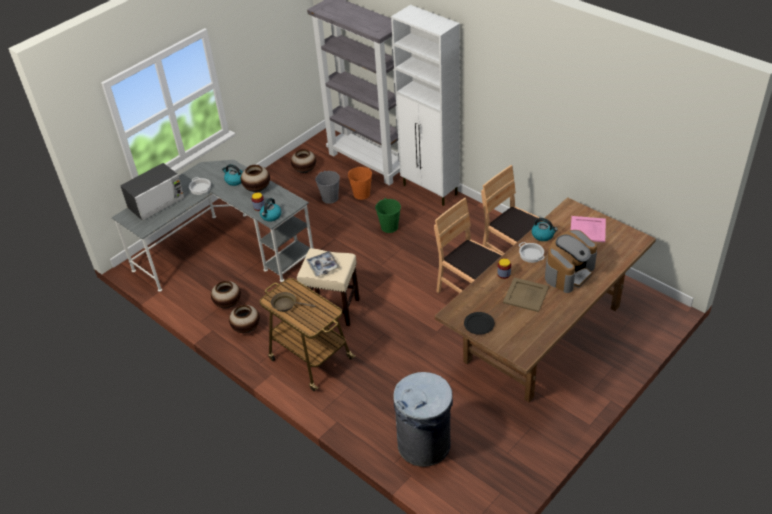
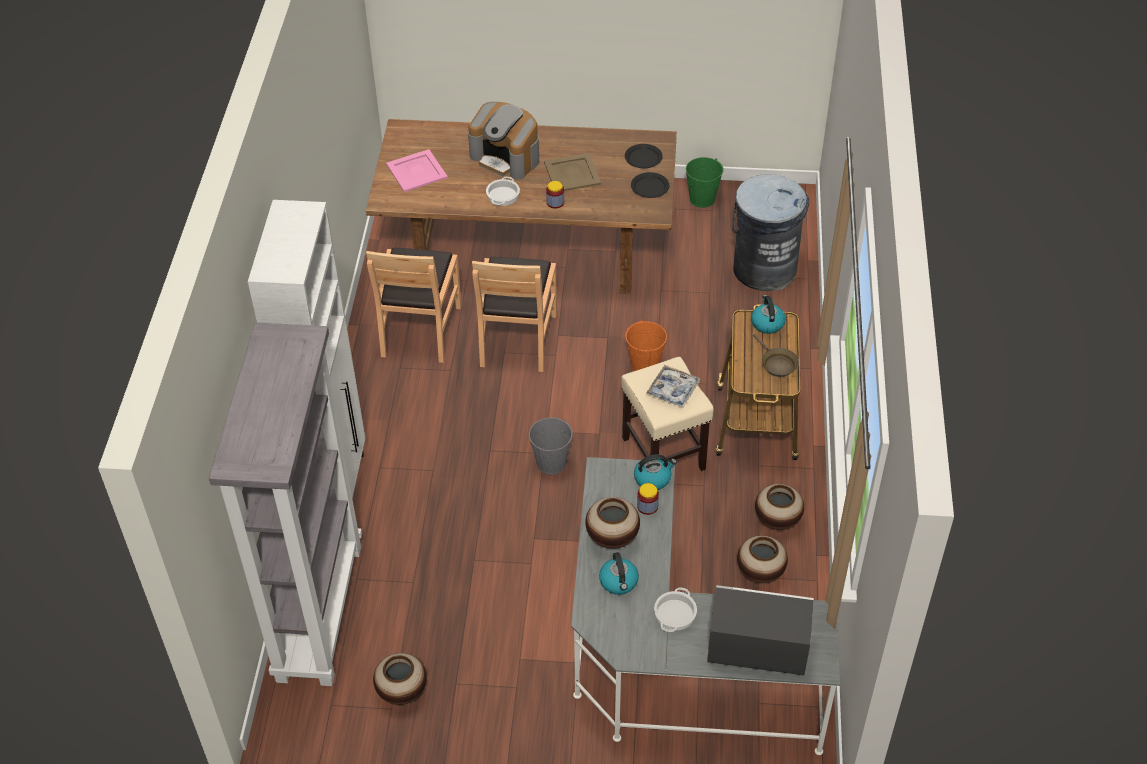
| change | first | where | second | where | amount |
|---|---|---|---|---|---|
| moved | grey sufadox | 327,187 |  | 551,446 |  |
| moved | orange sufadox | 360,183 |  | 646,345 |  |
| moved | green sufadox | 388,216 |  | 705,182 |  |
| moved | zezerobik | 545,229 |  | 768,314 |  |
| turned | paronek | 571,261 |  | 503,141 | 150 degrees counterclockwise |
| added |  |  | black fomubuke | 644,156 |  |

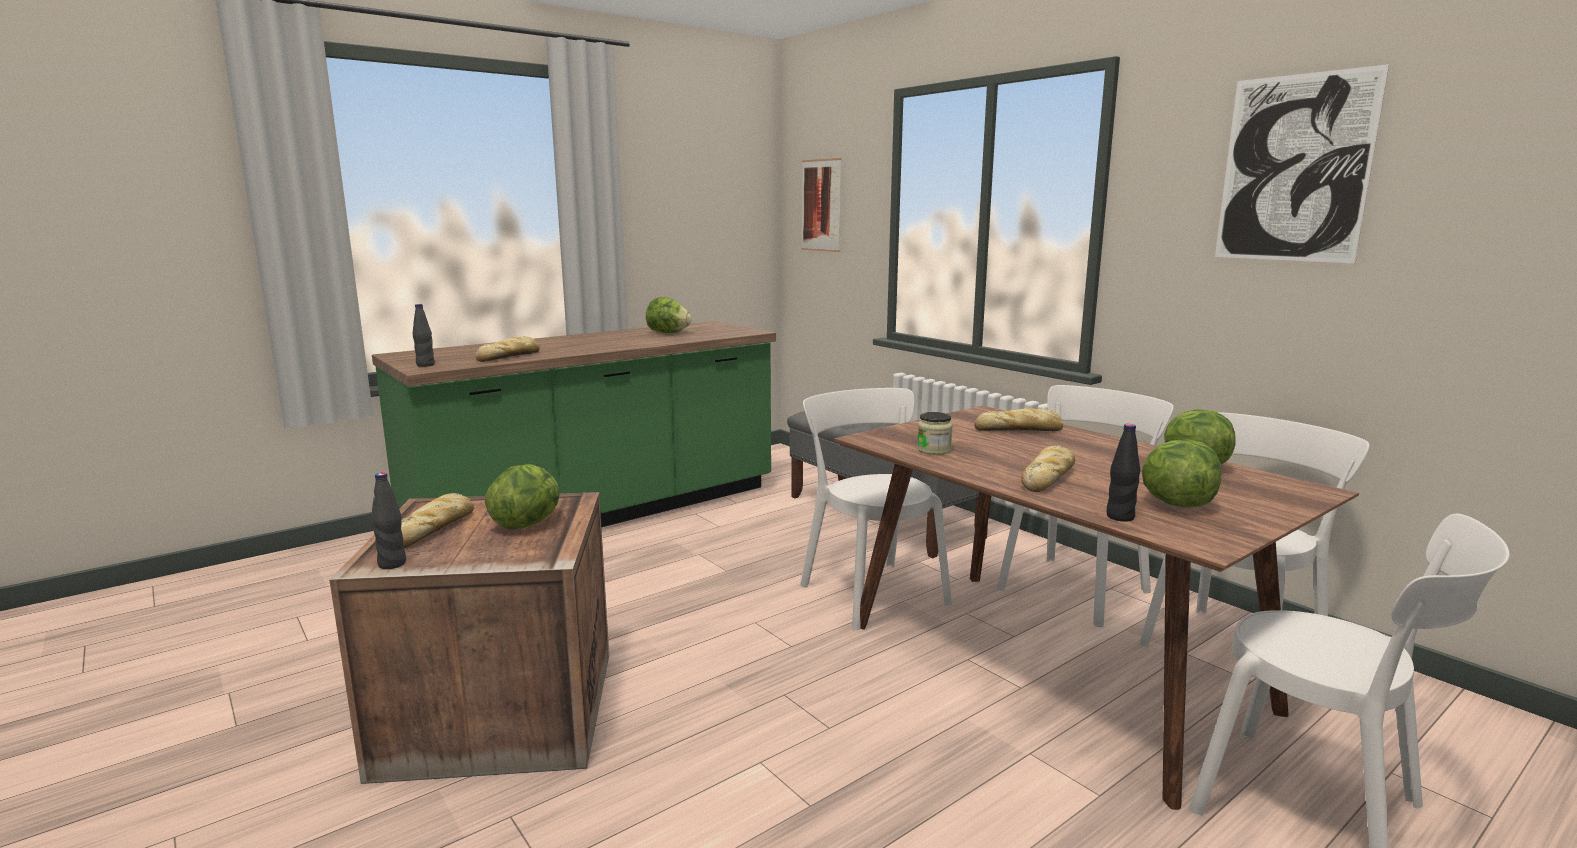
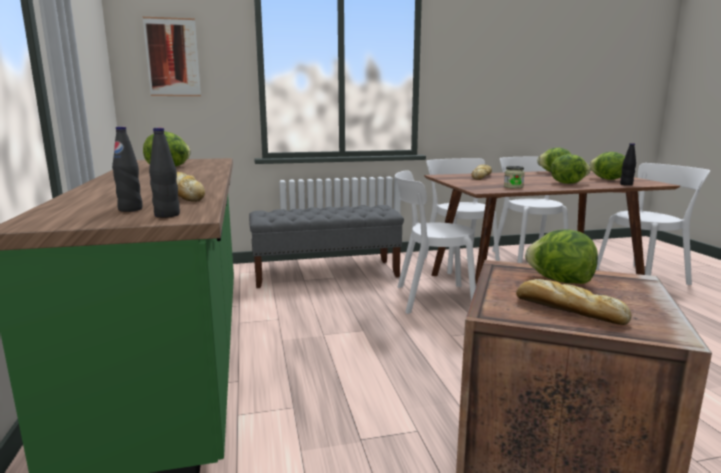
| change | first | where | second | where | amount |
|---|---|---|---|---|---|
| moved | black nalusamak | 388,520 |  | 127,169 |  |
| replaced | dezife | 1048,469 | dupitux | 571,169 |  |
| removed | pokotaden | 1302,163 |  |  |  |

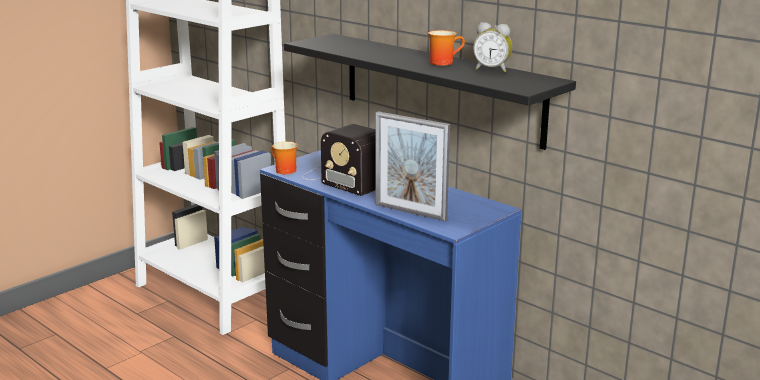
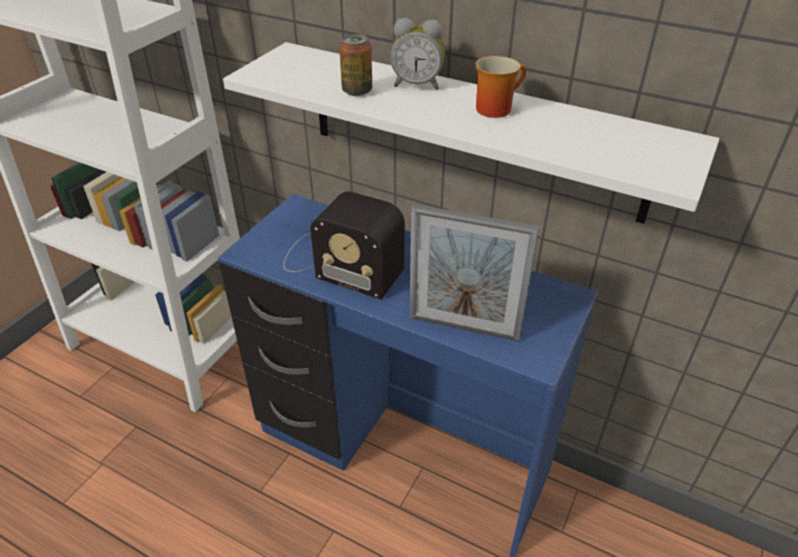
| change | first | where | second | where | amount |
|---|---|---|---|---|---|
| removed | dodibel | 284,158 |  |  |  |
| recoloured | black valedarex | 430,92 | white valedarex | 471,133 |  |
| moved | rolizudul | 492,47 |  | 417,54 |  |
| added |  |  | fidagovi | 355,65 |  |

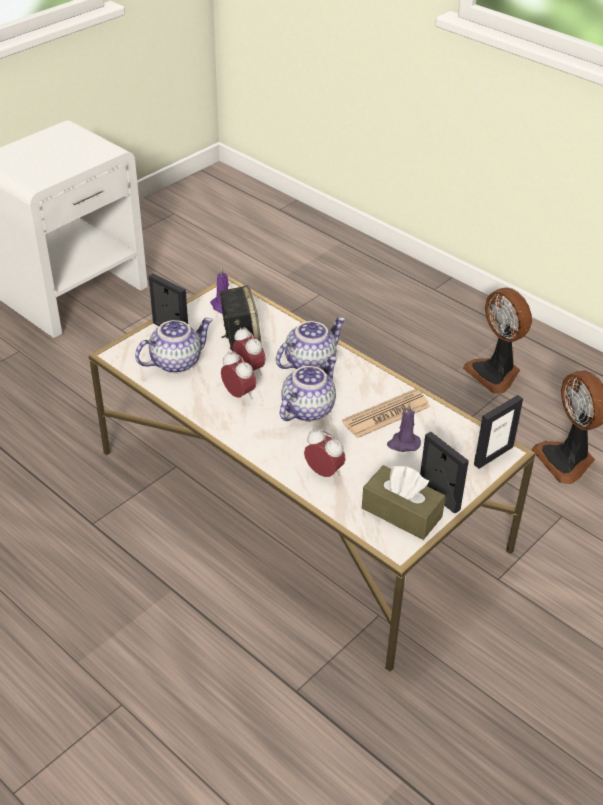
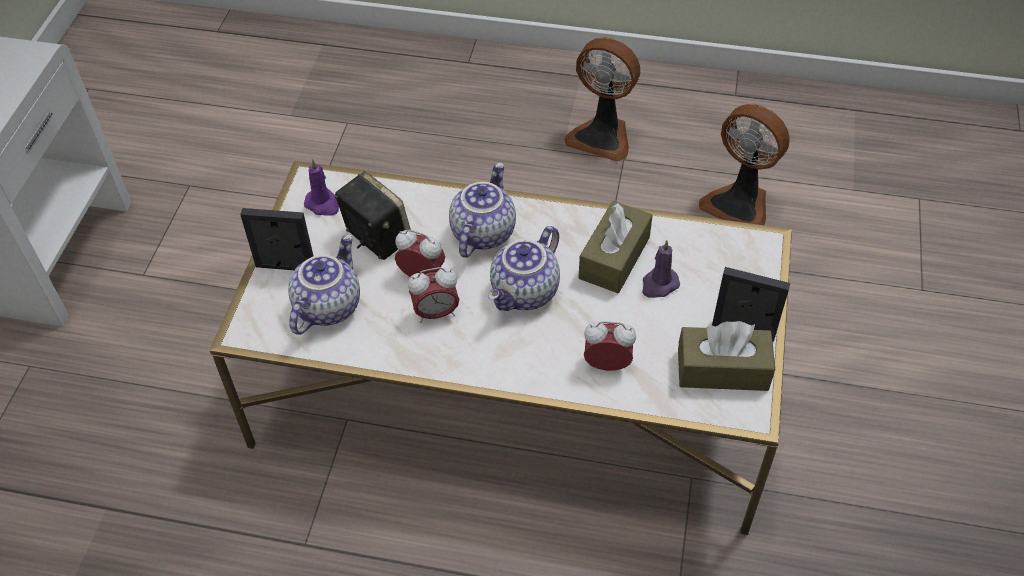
| change | first | where | second | where | amount |
|---|---|---|---|---|---|
| turned | rolizudul | 238,375 |  | 433,295 | 150 degrees clockwise |
| turned | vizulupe | 308,388 |  | 524,268 | 150 degrees counterclockwise |
| replaced | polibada | 386,413 | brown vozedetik | 615,247 |  |
| removed | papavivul | 498,432 |  |  |  |

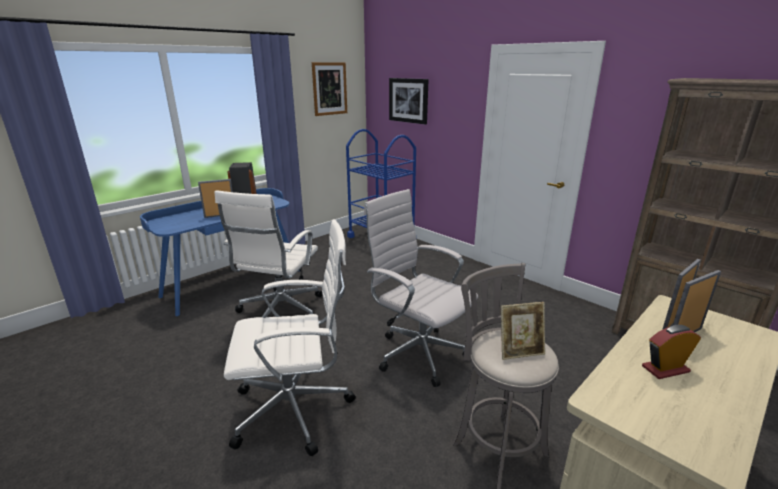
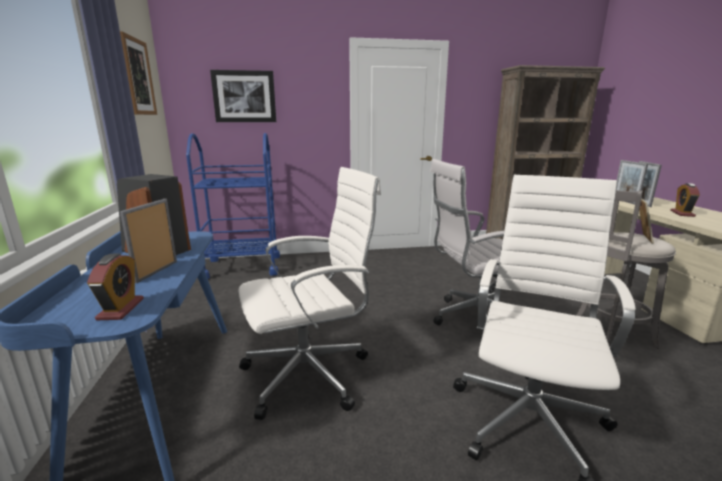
| change | first | where | second | where | amount |
|---|---|---|---|---|---|
| turned | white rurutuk | 268,255 |  | 309,293 | 75 degrees counterclockwise |
| added |  |  | rolizudul | 115,286 |  |

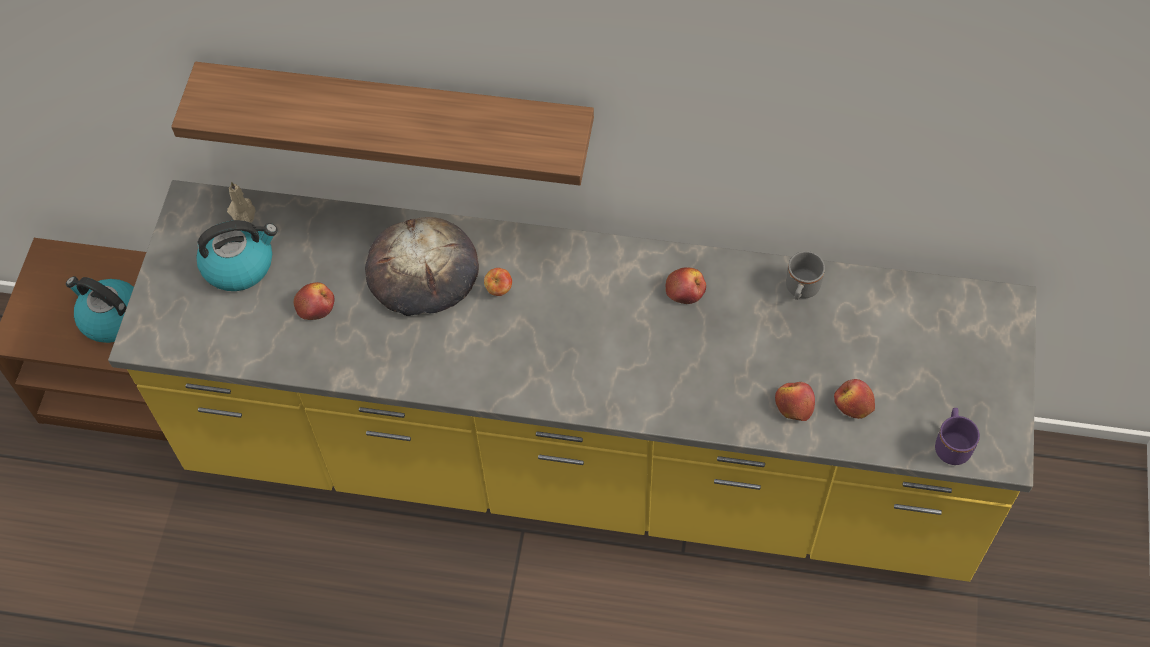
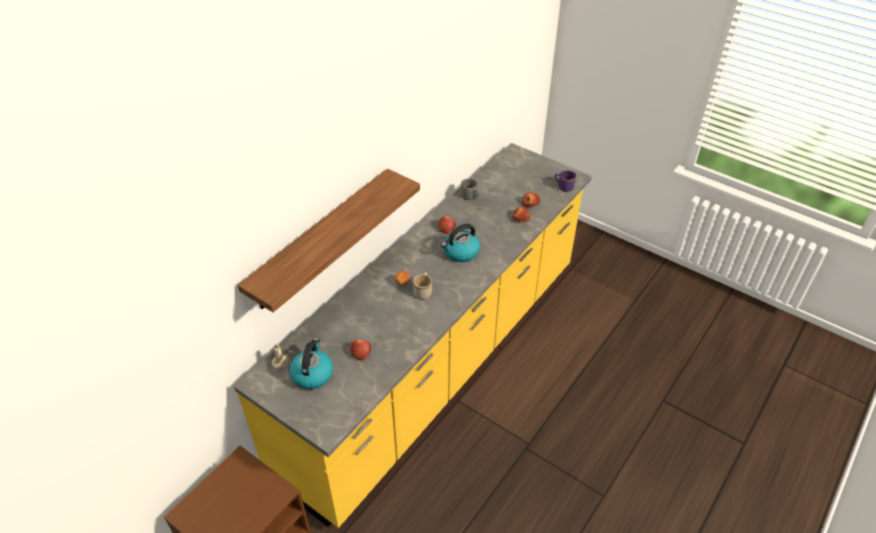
| change | first | where | second | where | amount |
|---|---|---|---|---|---|
| moved | zezerobik | 100,309 |  | 460,243 |  |
| removed | dezife | 422,266 |  |  |  |
| added |  |  | beige dodibel | 422,285 |  |

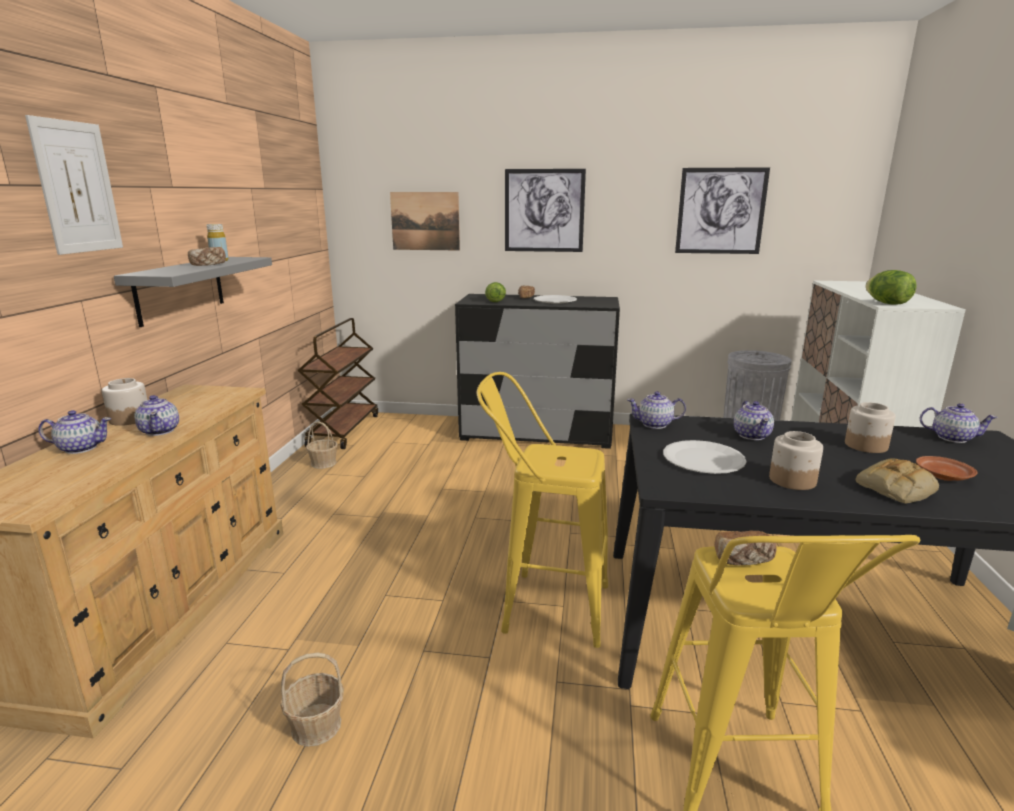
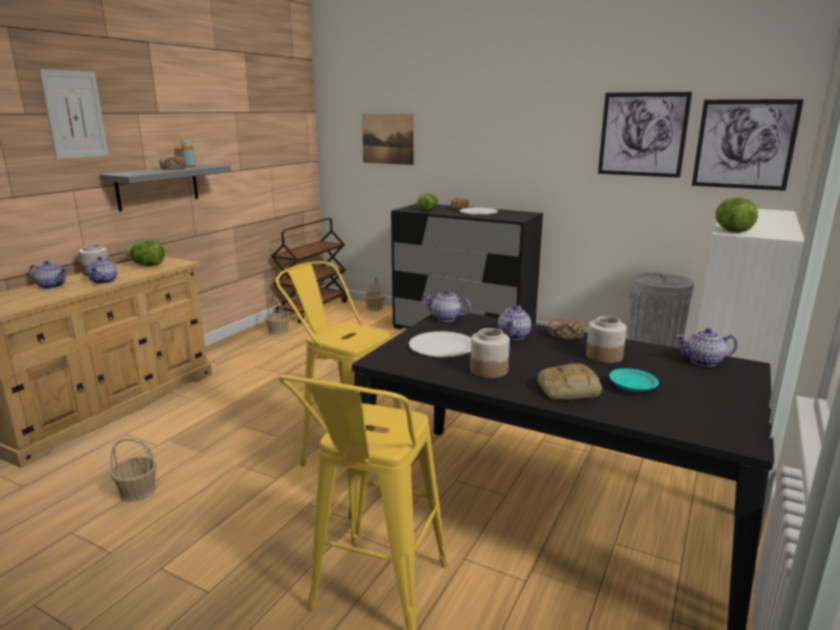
| change | first | where | second | where | amount |
|---|---|---|---|---|---|
| moved | pokotaden | 545,210 |  | 748,145 |  |
| moved | dezife | 745,547 |  | 566,329 |  |
| recoloured | brown fomubuke | 946,468 | turquoise fomubuke | 634,380 |  |
| turned | vizulupe | 959,423 |  | 706,347 | 135 degrees clockwise |
| added |  |  | dupitux | 145,253 |  |
| added |  |  | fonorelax | 374,294 |  |

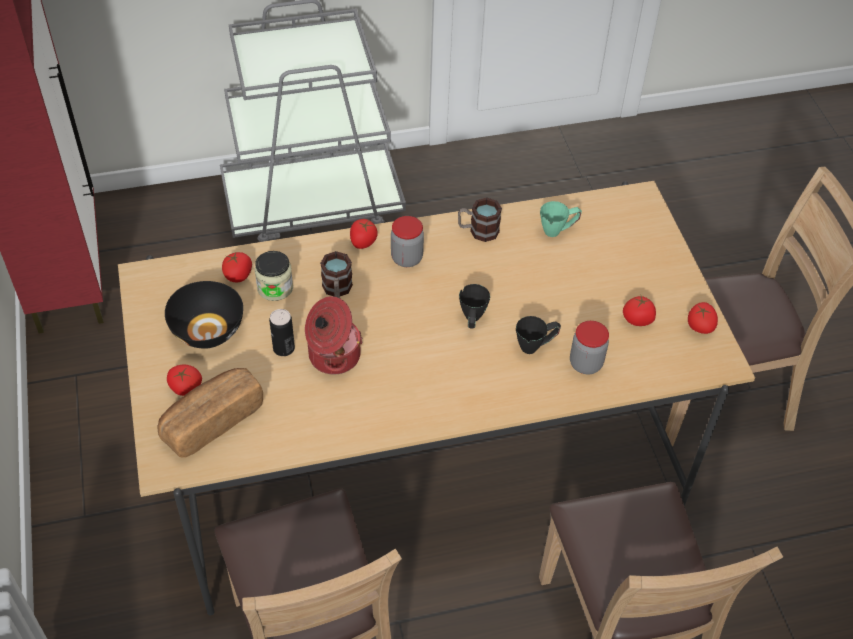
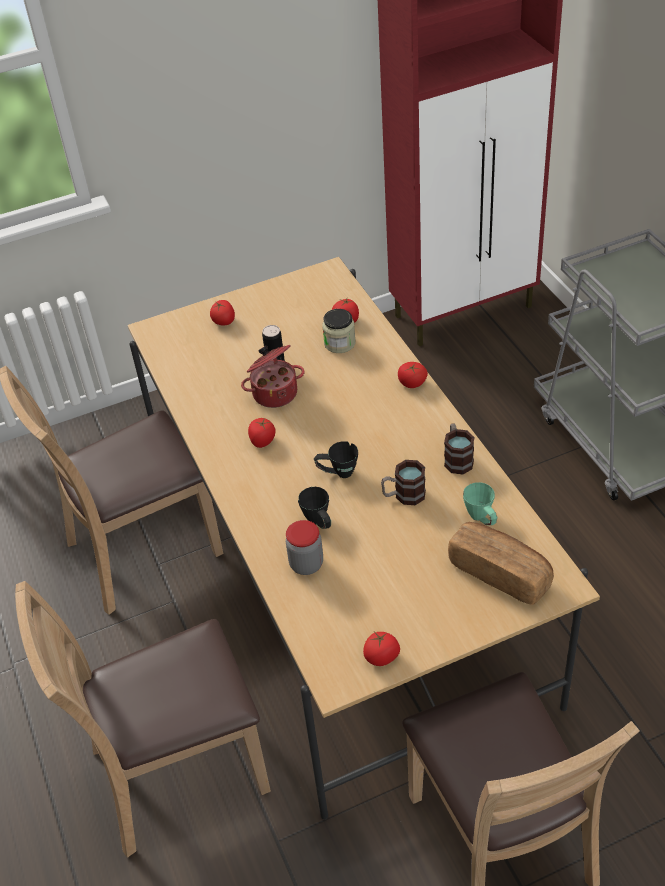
| change | first | where | second | where | amount |
|---|---|---|---|---|---|
| moved | dezife | 210,412 |  | 501,563 |  |
| removed | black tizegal | 204,315 |  |  |  |
| moved | dodibel | 336,274 |  | 403,482 |  |
| removed | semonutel | 407,241 |  |  |  |
| moved | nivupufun | 639,310 |  | 262,433 |  |

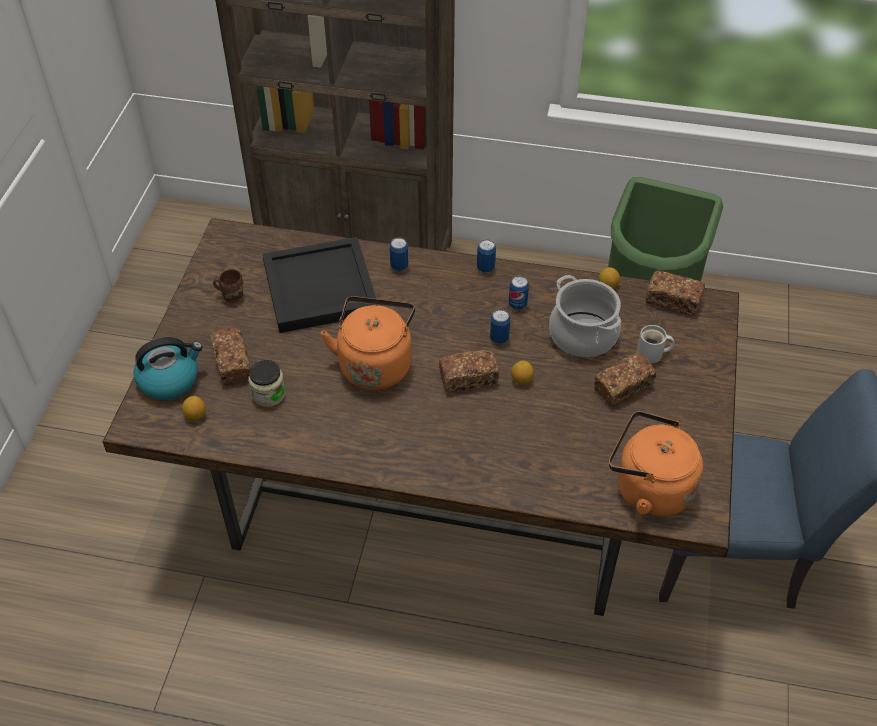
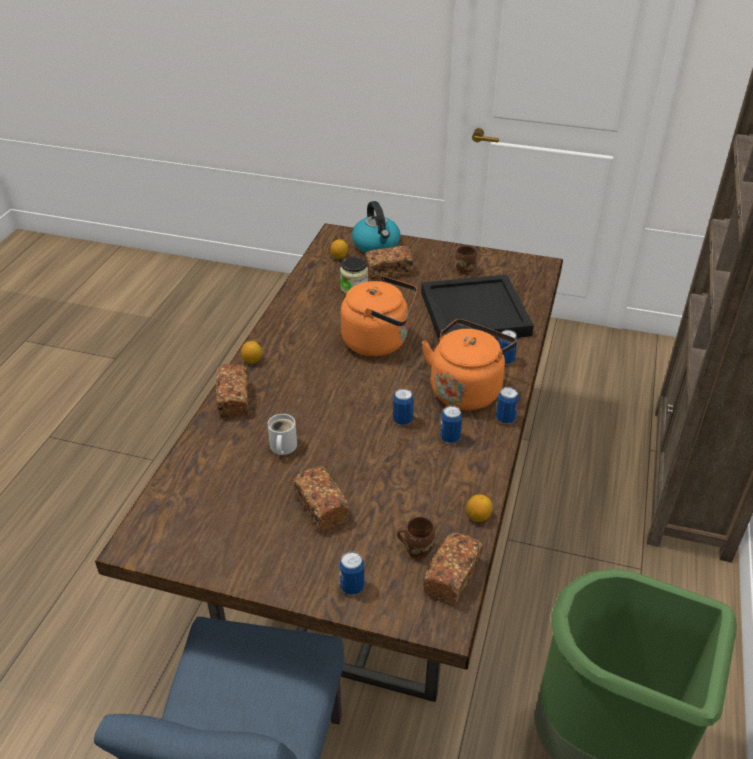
| change | first | where | second | where | amount |
|---|---|---|---|---|---|
| moved | dezife | 469,371 |  | 232,391 |  |
| moved | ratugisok | 522,373 |  | 251,352 |  |
| removed | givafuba | 585,316 |  |  |  |
| moved | orange zezerobik | 656,464 |  | 469,364 |  |
| moved | white dodibel | 655,344 |  | 282,434 |  |
| added |  |  | fidagovi | 352,573 |  |
| added |  |  | brown dodibel | 416,537 |  |

